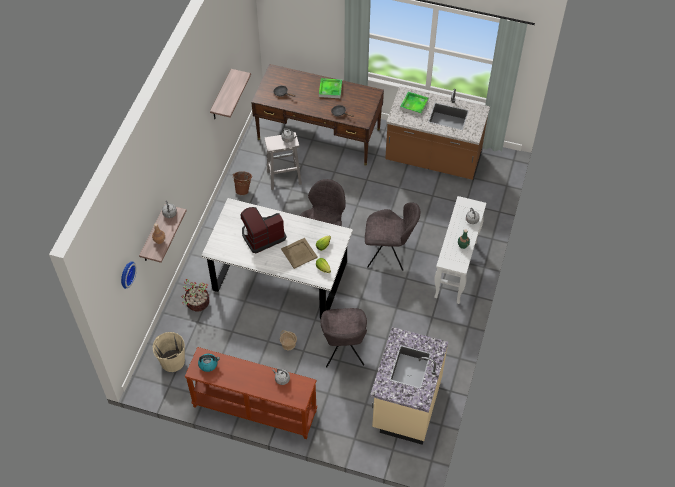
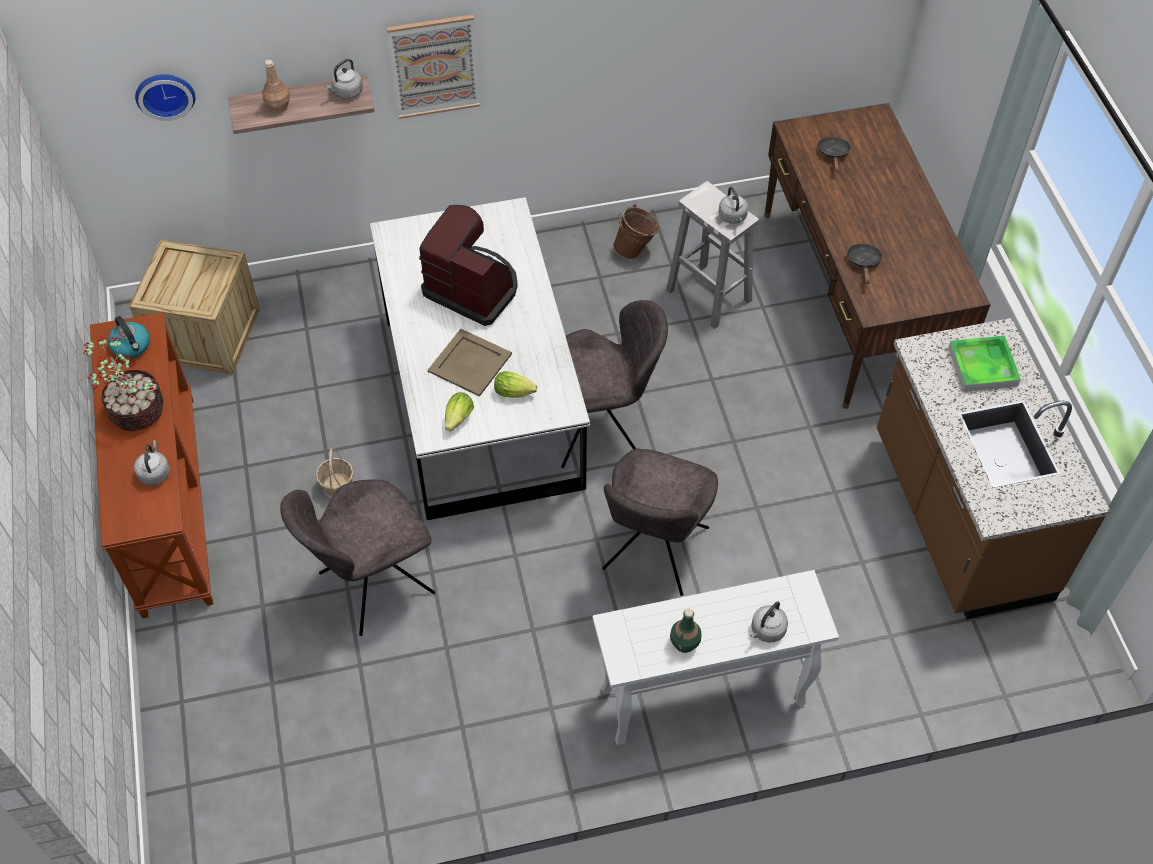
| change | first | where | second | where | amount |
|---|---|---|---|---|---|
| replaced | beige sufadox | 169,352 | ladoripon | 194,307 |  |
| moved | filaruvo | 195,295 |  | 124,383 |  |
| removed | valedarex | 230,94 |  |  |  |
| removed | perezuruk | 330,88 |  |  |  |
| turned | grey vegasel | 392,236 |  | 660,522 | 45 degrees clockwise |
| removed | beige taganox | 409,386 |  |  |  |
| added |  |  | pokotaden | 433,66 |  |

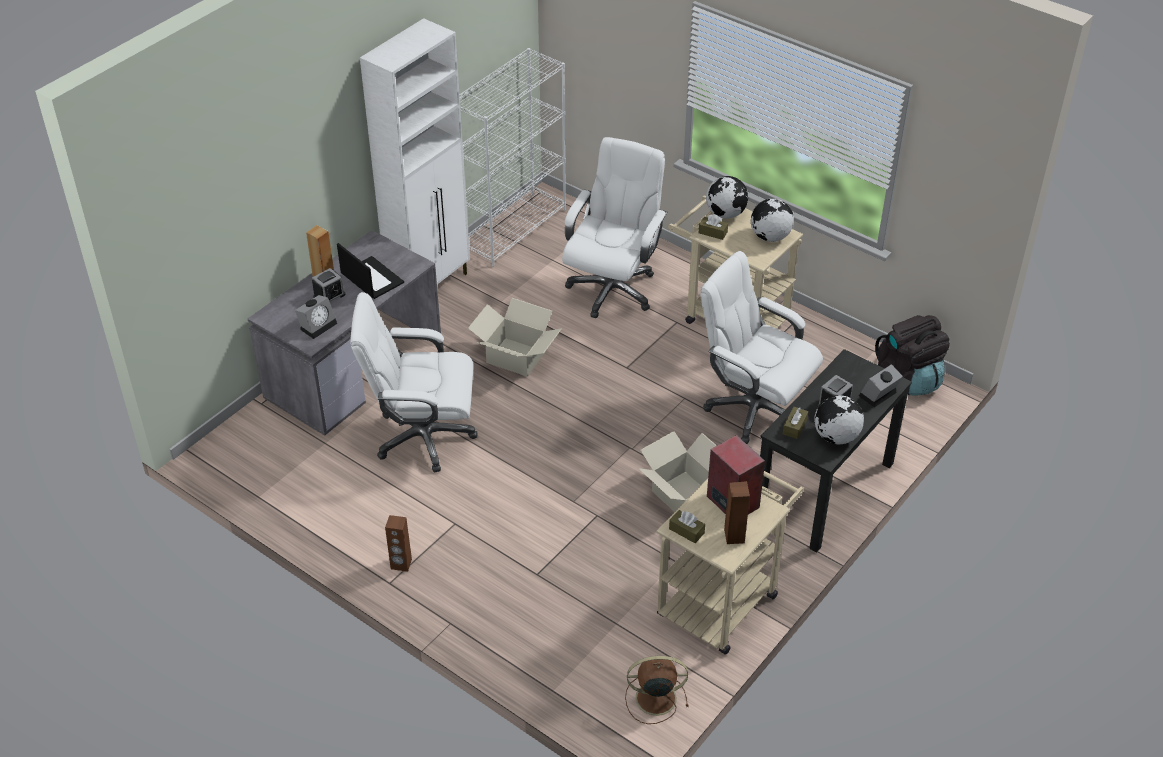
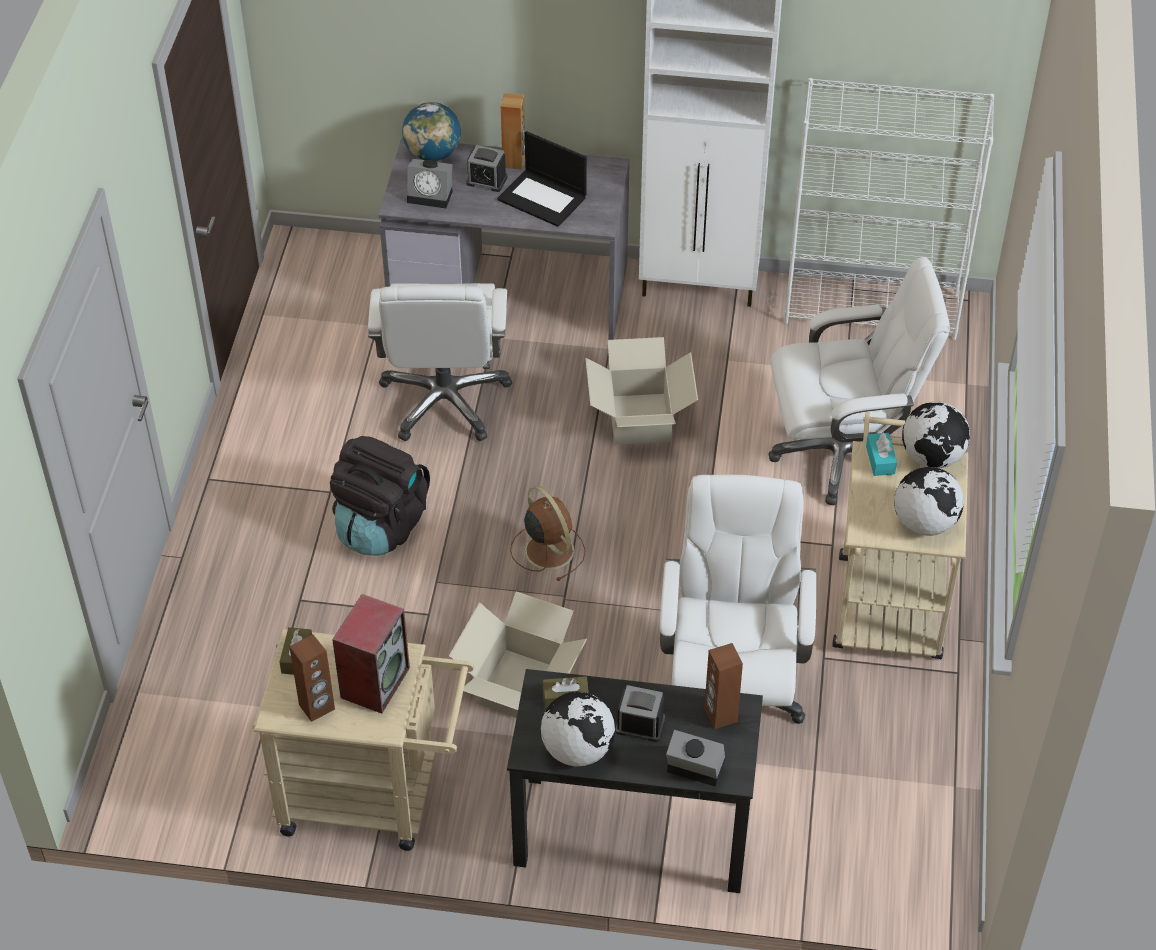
| change | first | where | second | where | amount |
|---|---|---|---|---|---|
| turned | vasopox | 370,271 |  | 542,179 | 105 degrees clockwise |
| turned | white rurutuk | 413,382 |  | 440,362 | 150 degrees counterclockwise |
| moved | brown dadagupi | 398,543 |  | 723,686 |  |
| moved | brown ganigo | 657,690 |  | 548,533 |  |
| recoloured | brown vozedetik | 713,227 | turquoise vozedetik | 881,454 |  |
| moved | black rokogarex | 912,355 |  | 380,496 |  |
| added |  |  | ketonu | 431,131 |  |

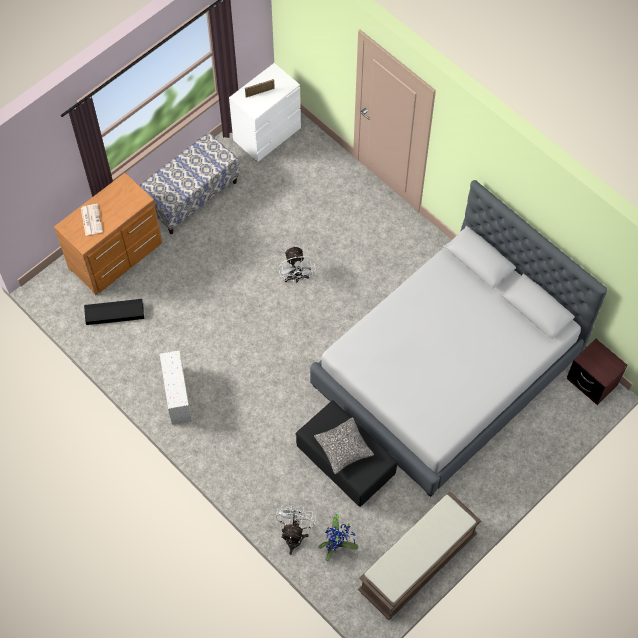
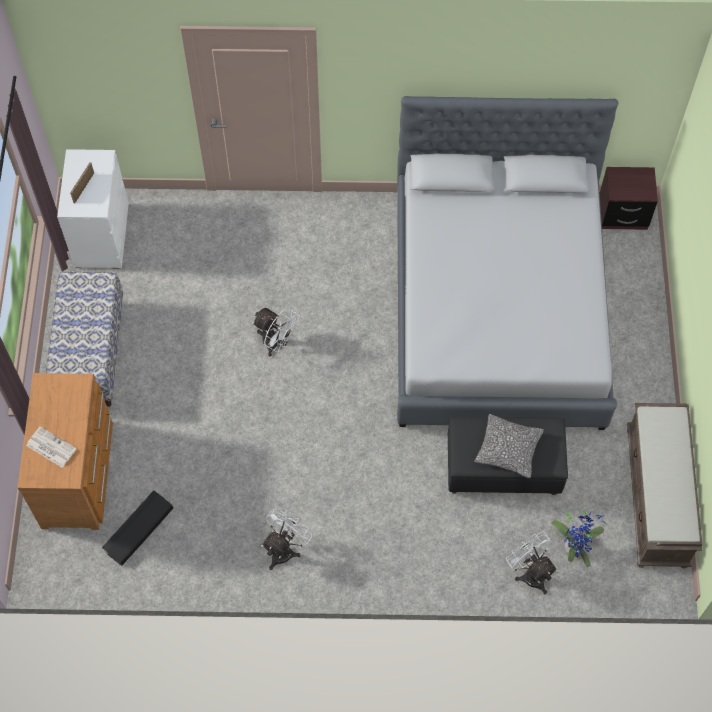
| change | first | where | second | where | amount |
|---|---|---|---|---|---|
| replaced | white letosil | 176,387 | white ganigo | 286,538 |  |

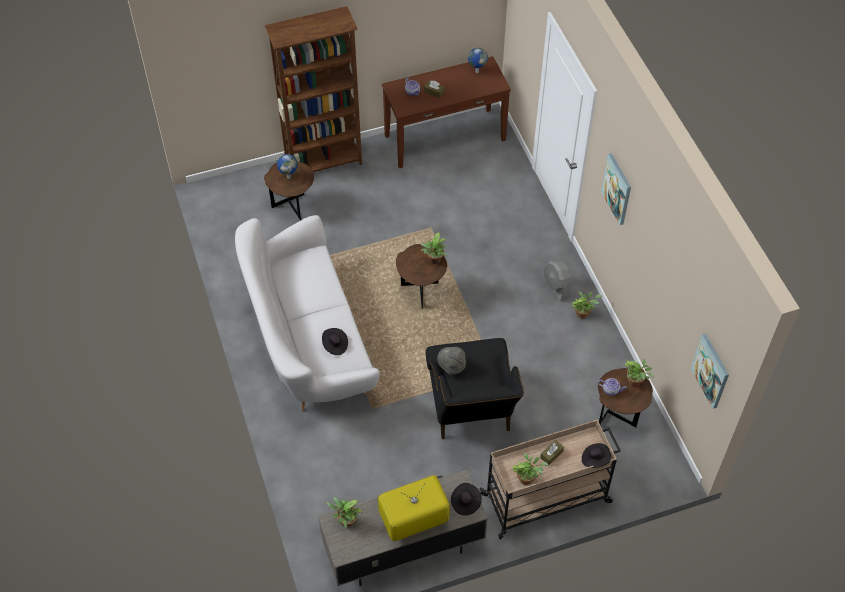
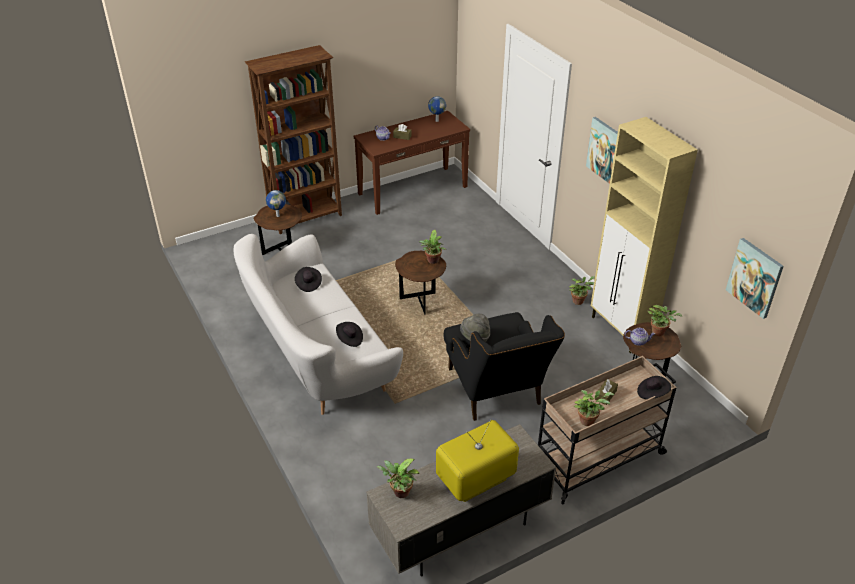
| change | first | where | second | where | amount |
|---|---|---|---|---|---|
| moved | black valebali | 466,499 |  | 308,279 |  |
| removed | grey ganigo | 557,281 |  |  |  |
| added |  |  | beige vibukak | 644,235 |  |

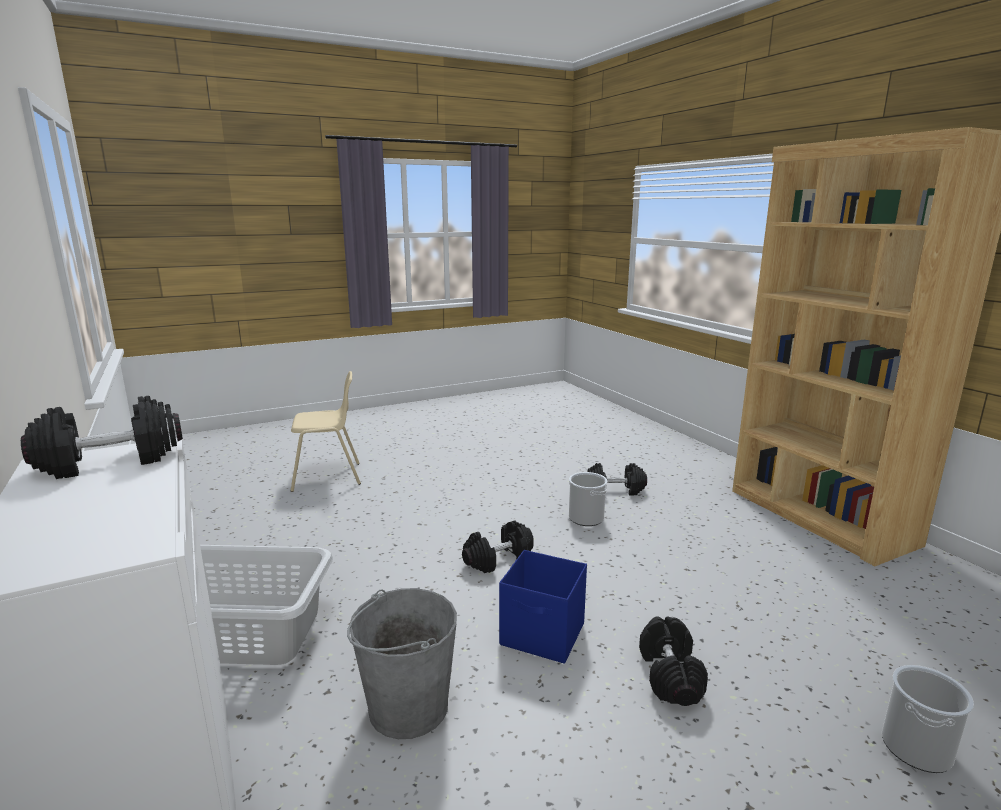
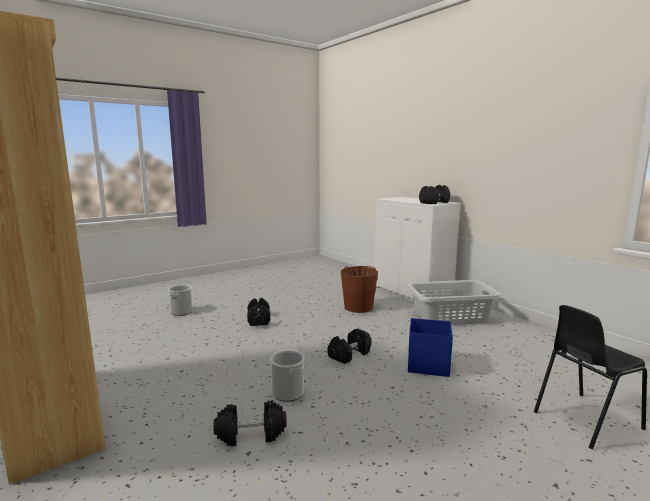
| change | first | where | second | where | amount |
|---|---|---|---|---|---|
| recoloured | beige vegasel | 326,431 | black vegasel | 590,377 |  |
| recoloured | grey sufadox | 402,663 | brown sufadox | 359,289 |  |
| moved | blue letosil | 543,607 |  | 430,347 |  |

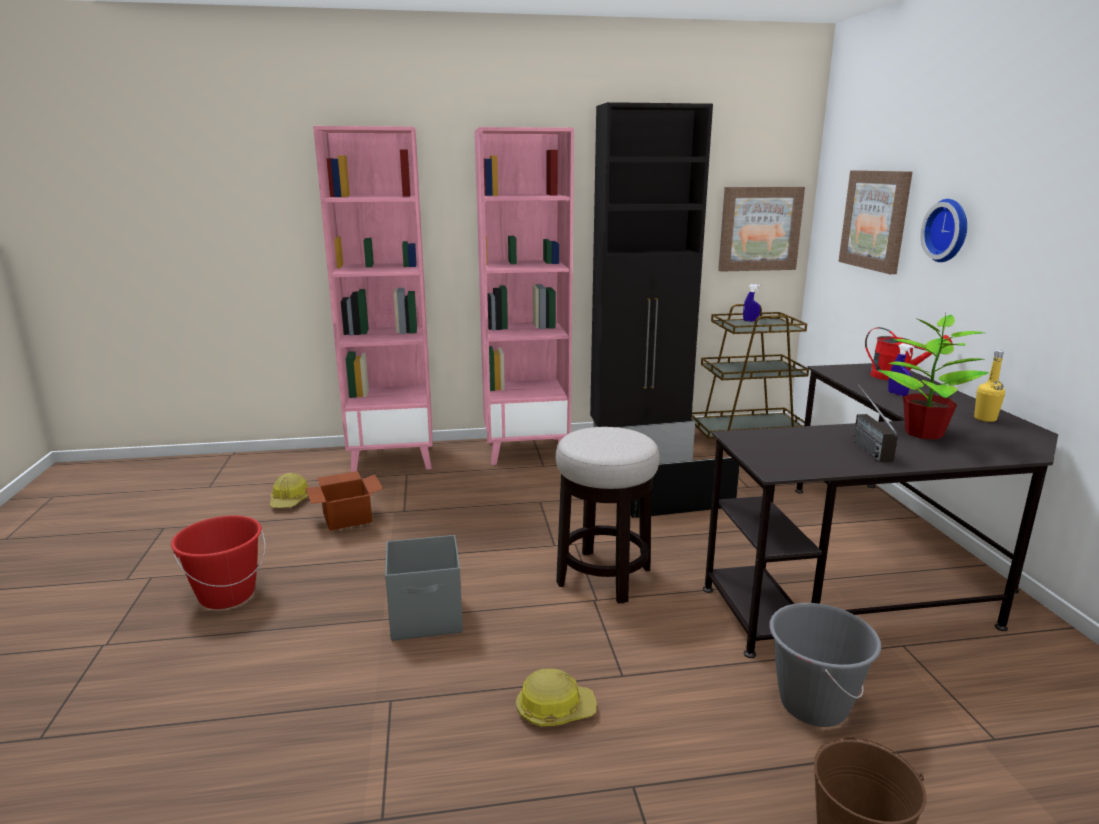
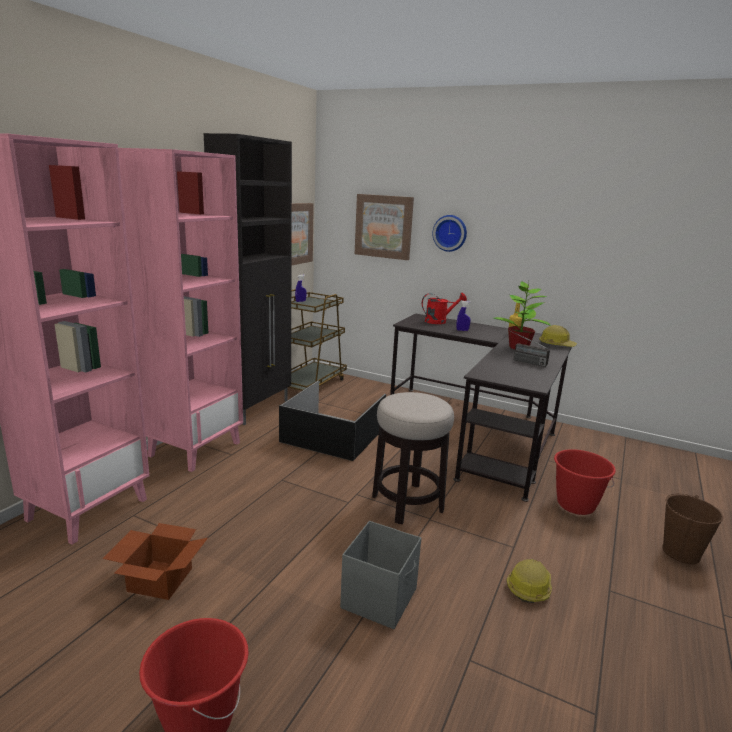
| change | first | where | second | where | amount |
|---|---|---|---|---|---|
| moved | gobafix | 289,490 |  | 558,336 |  |
| recoloured | grey sufadox | 825,665 | red sufadox | 585,482 |  |

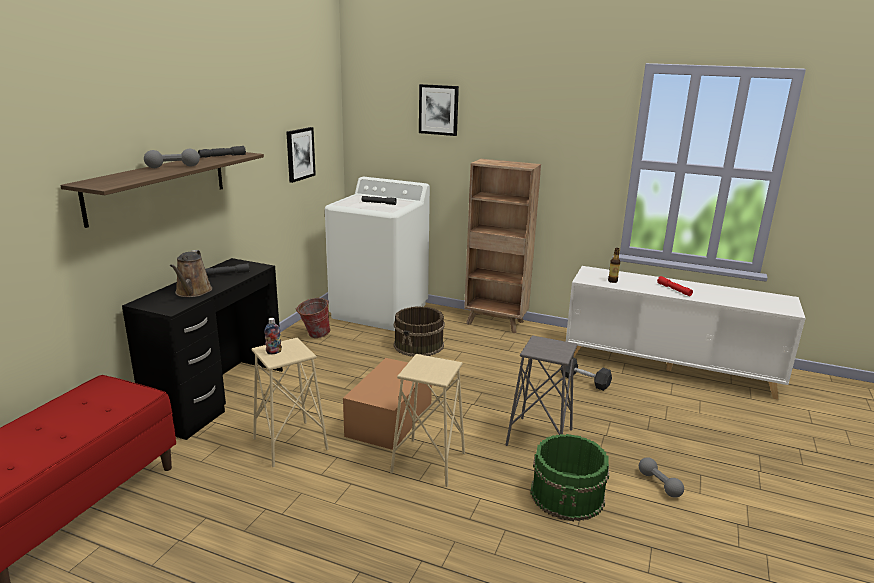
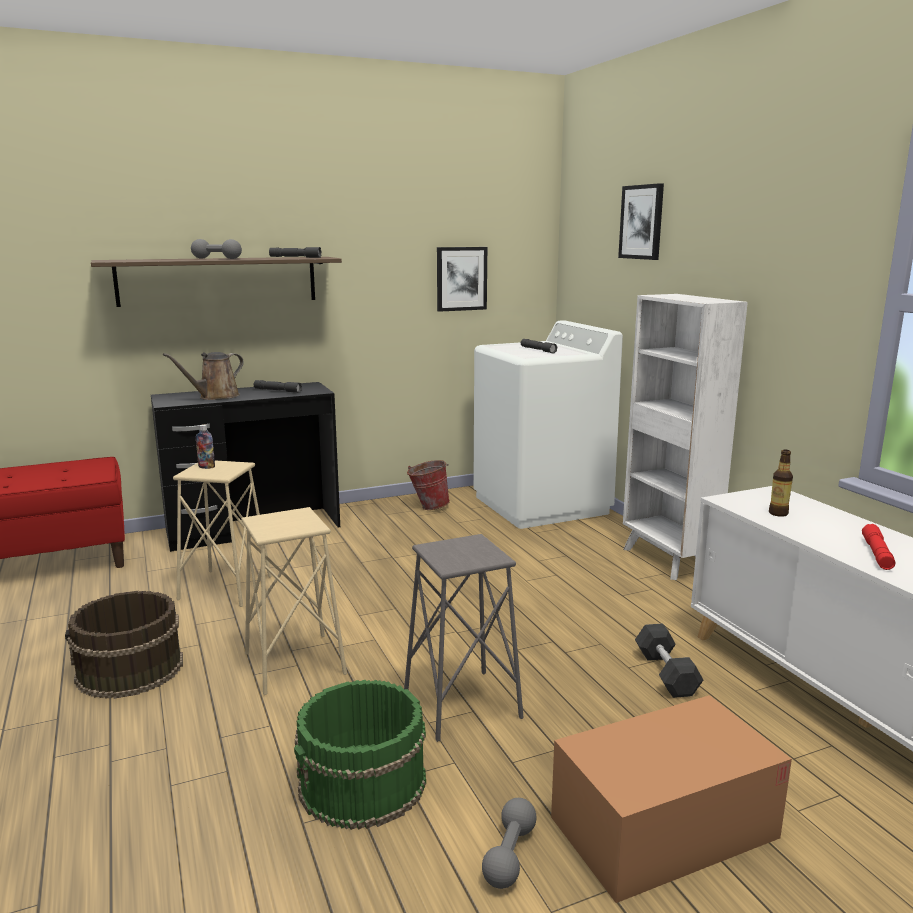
| change | first | where | second | where | amount |
|---|---|---|---|---|---|
| moved | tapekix | 387,404 |  | 671,799 |  |
| moved | brown sufadox | 419,331 |  | 124,645 |  |
| recoloured | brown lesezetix | 502,246 | white lesezetix | 685,437 |  |

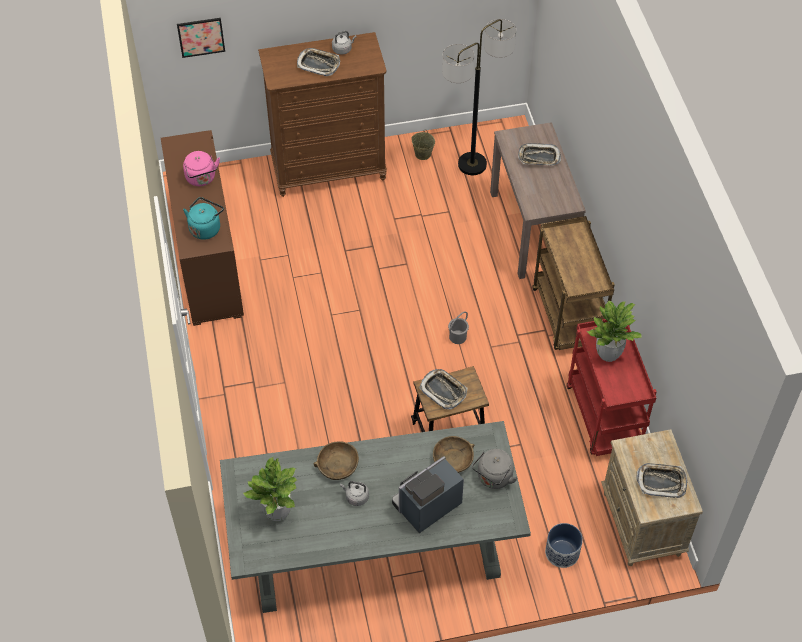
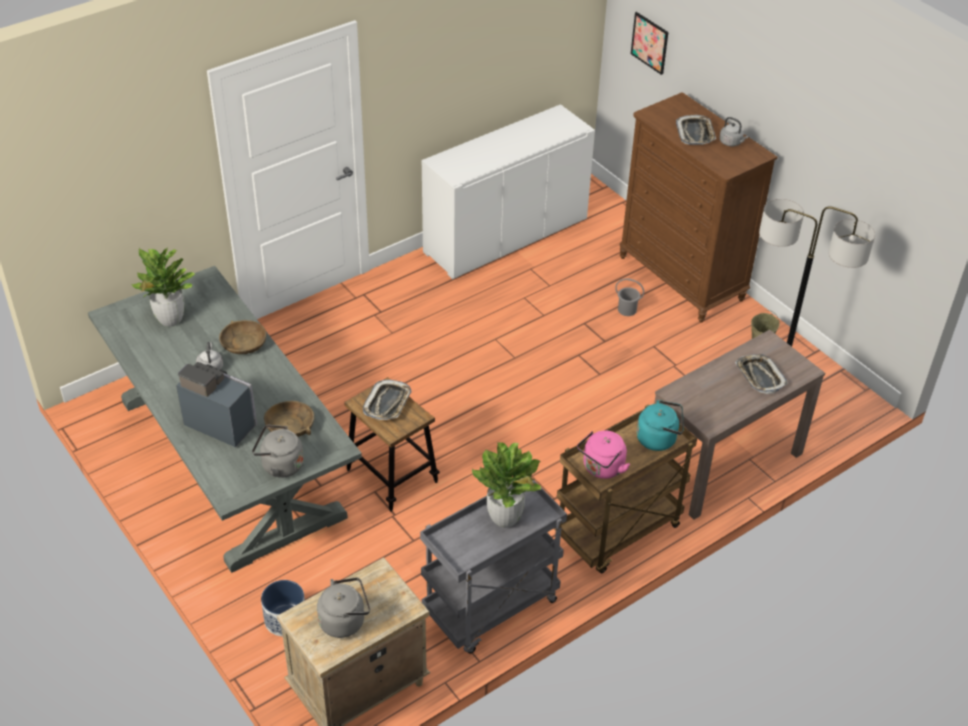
| change | first | where | second | where | amount |
|---|---|---|---|---|---|
| recoloured | brown vibukak | 202,228 | white vibukak | 508,191 |  |
| moved | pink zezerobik | 201,168 |  | 603,454 |  |
| moved | turquoise zezerobik | 203,218 |  | 660,425 |  |
| moved | grey sufadox | 458,327 |  | 629,297 |  |
| recoloured | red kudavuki | 612,387 | grey kudavuki | 493,567 |  |
| replaced | perezuruk | 661,480 | grey zezerobik | 343,607 |  |

